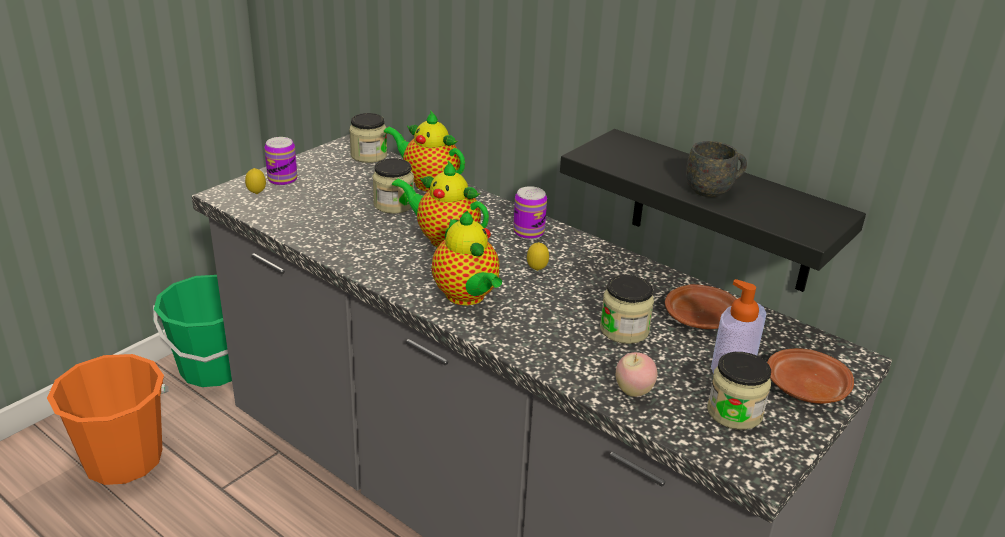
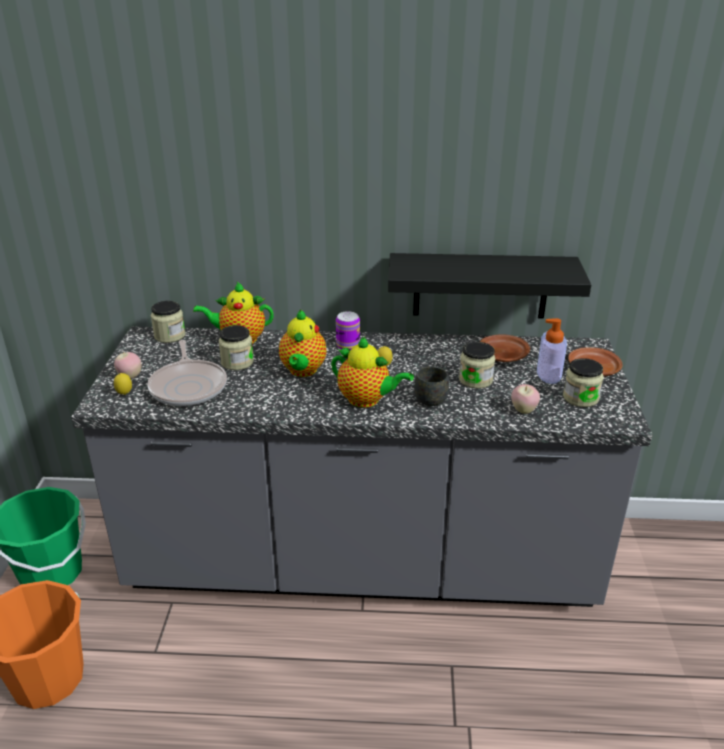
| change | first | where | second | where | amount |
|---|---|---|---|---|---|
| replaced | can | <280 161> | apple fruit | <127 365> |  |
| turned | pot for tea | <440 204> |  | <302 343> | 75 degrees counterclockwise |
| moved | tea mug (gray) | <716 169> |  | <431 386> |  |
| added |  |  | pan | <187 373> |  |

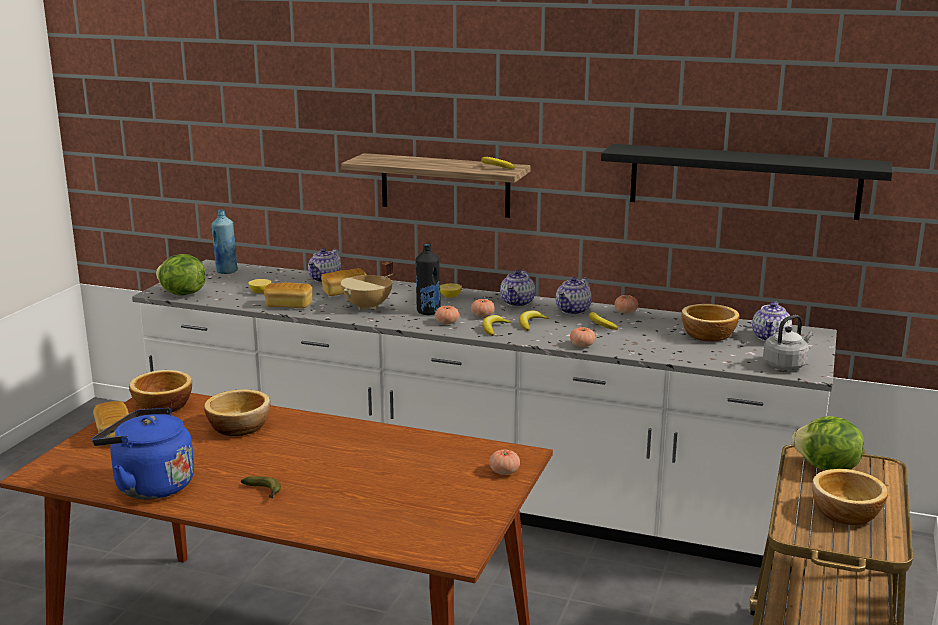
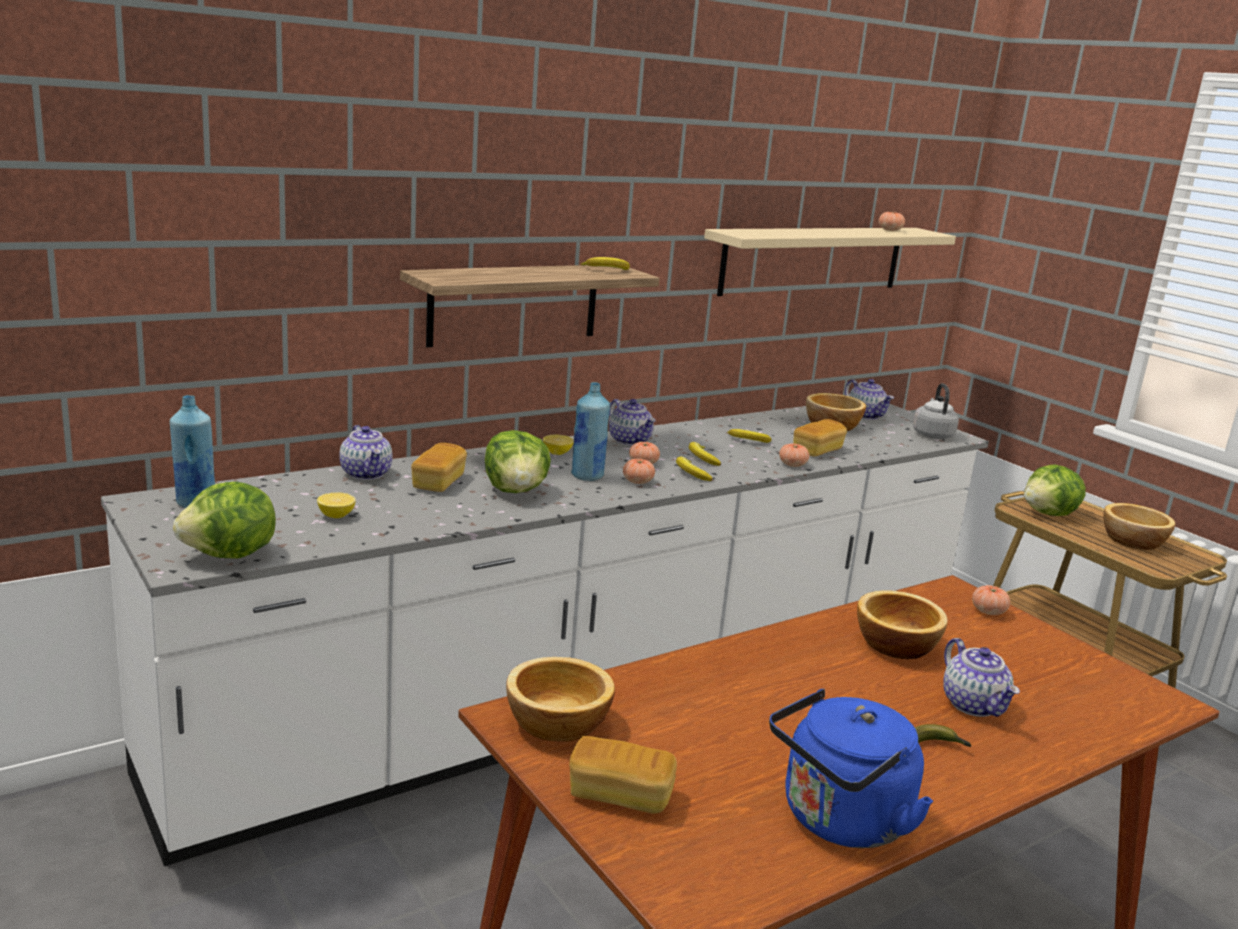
| change | first | where | second | where | amount |
|---|---|---|---|---|---|
| moved | bowl | <237 412> |  | <902 624> |  |
| moved | bakery bread | <288 295> |  | <820 438> |  |
| replaced | cooking pot (beige) | <367 285> | lettuce | <518 461> |  |
| recoloured | beverage bottle (blackish) | <428 279> | beverage bottle (blue) | <590 431> |  |
| moved | pot for tea | <574 296> |  | <981 677> |  |
| recoloured | wall shelf (blackish) | <746 182> | wall shelf (beige) | <830 262> |  |
| moved | whole tomato | <626 304> |  | <892 221> |  |

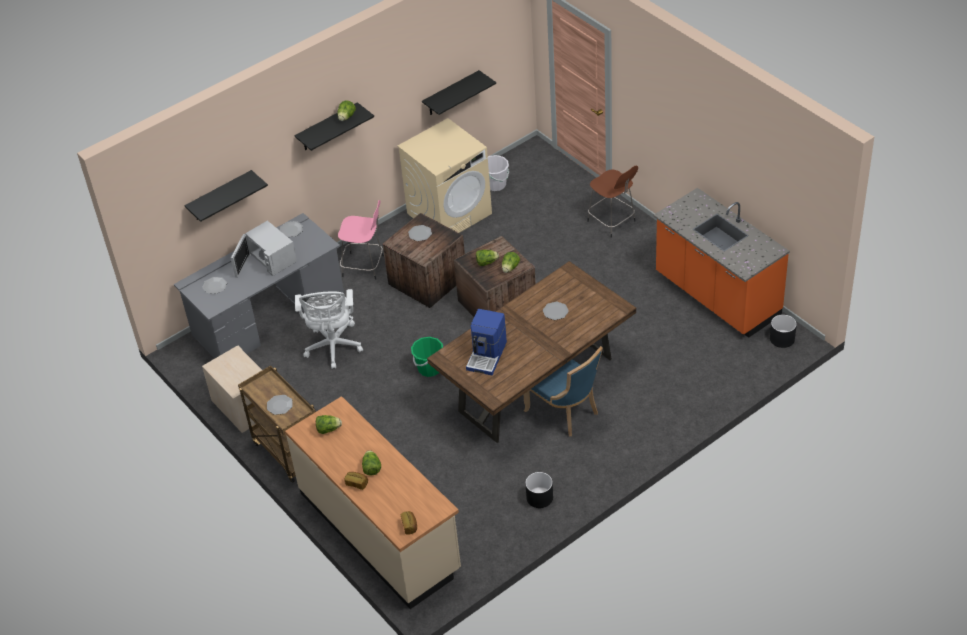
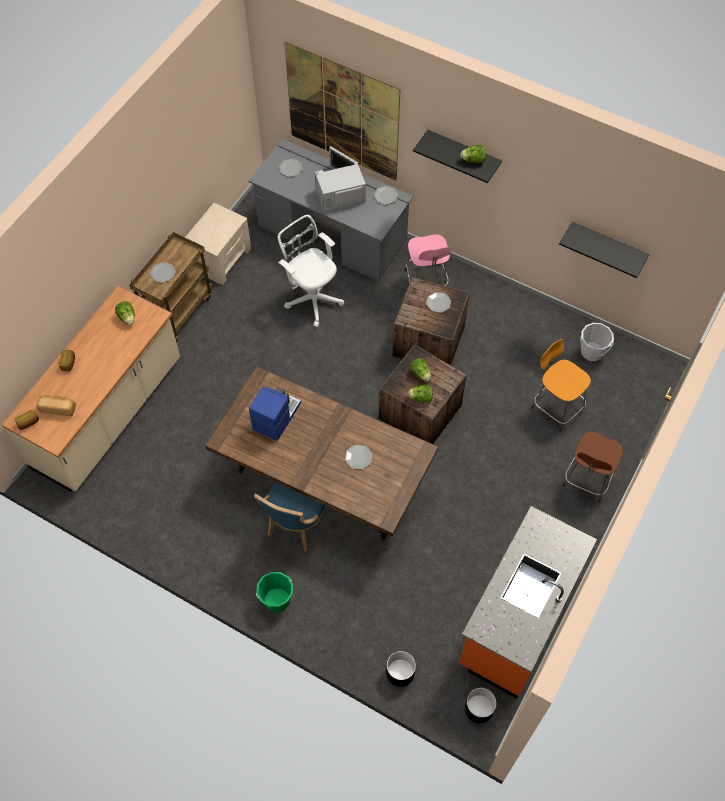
| change | first | where | second | where | amount |
|---|---|---|---|---|---|
| replaced | wall shelf (blackish) | <226 196> | picture | <342 111> |  |
| turned | microwave (white) | <264 249> |  | <340 179> | 45 degrees clockwise |
| turned | desk chair (white) | <329 329> |  | <310 271> | 75 degrees clockwise |
| removed | lettuce | <371 463> |  |  |  |
| removed | washing machine (beige) | <444 175> |  |  |  |
| moved | pail (green-coloured) | <427 357> |  | <274 592> |  |
| turned | coffee maker | <486 342> |  | <275 414> | 120 degrees clockwise |
| moved | plant pot (blackish) | <539 490> |  | <401 669> |  |
| added |  |  | bakery bread | <56 405> |  |
| added |  |  | sitting stool (orange-coloured) | <561 385> |  |

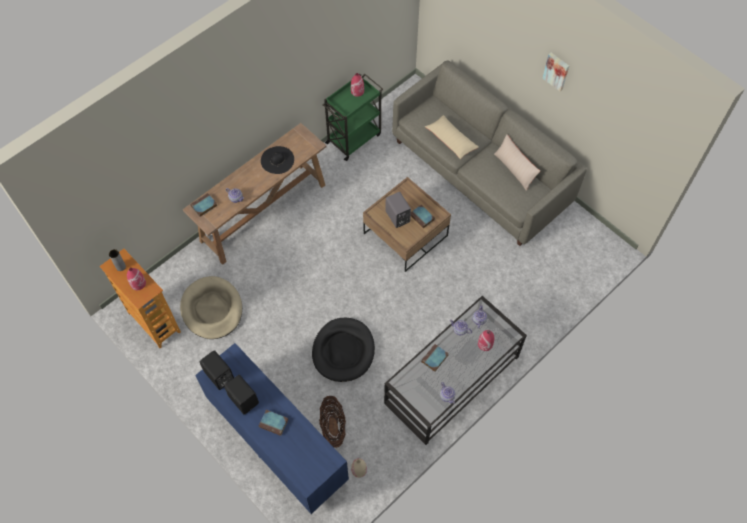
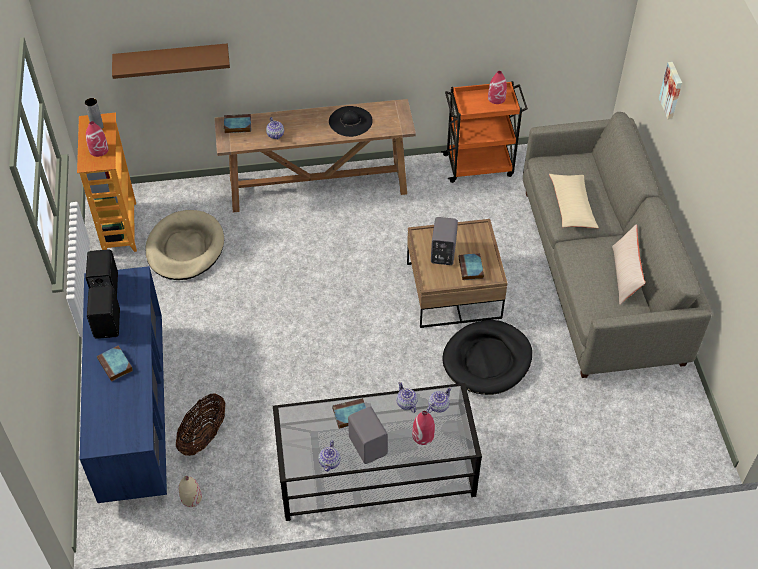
| change | first | where | second | where | amount |
|---|---|---|---|---|---|
| moved | dog cushion (blackish) | <343 350> |  | <487 357> |  |
| recoloured | trolley (green-coloured) | <352 117> | trolley (orange-coloured) | <484 132> |  |
| moved | picture | <555 72> |  | <670 91> |  |
| added |  |  | wall shelf (brown) | <171 61> |  |
| added |  |  | loudspeaker (gray) | <368 435> |  |

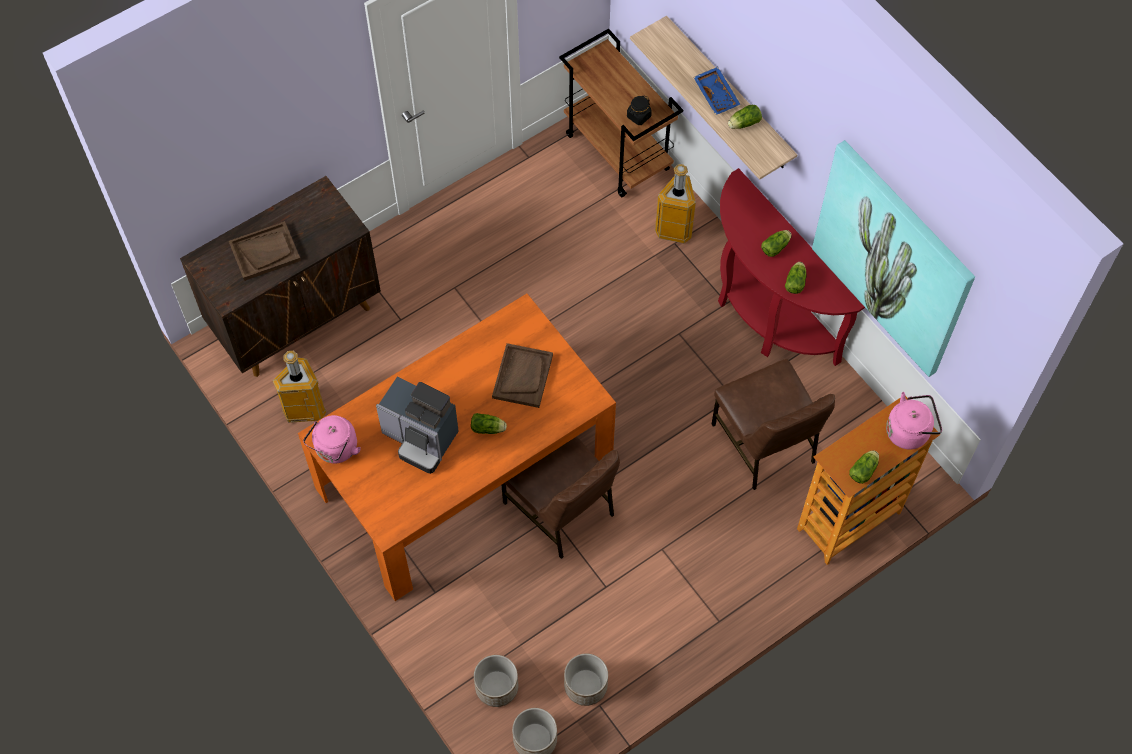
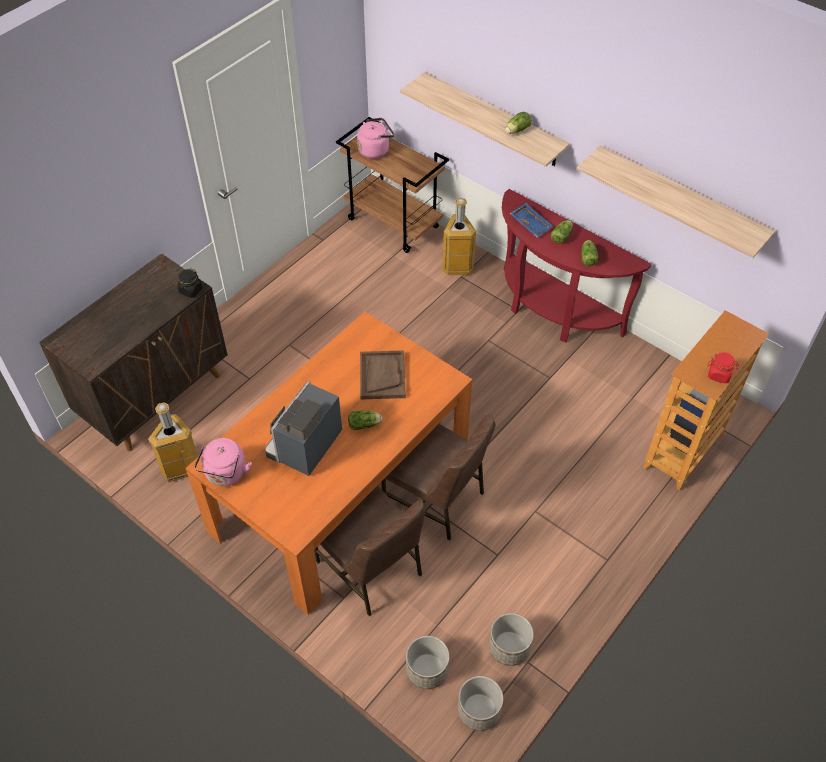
| change | first | where | second | where | amount |
|---|---|---|---|---|---|
| removed | serving tray (brown) | <265 251> |  |  |  |
| turned | coffee maker | <417 425> |  | <303 428> | 105 degrees clockwise |
| moved | jar (blackish) | <639 110> |  | <190 283> |  |
| moved | serving tray (blue) | <716 91> |  | <532 220> |  |
| moved | plain chair (brown) | <773 424> |  | <369 551> |  |
| replaced | picture | <893 258> | wall shelf | <676 201> |  |
| replaced | lettuce | <864 467> | jar (red) | <723 368> |  |
| moved | tea kettle (pink-coloured) | <914 421> |  | <375 138> |  |

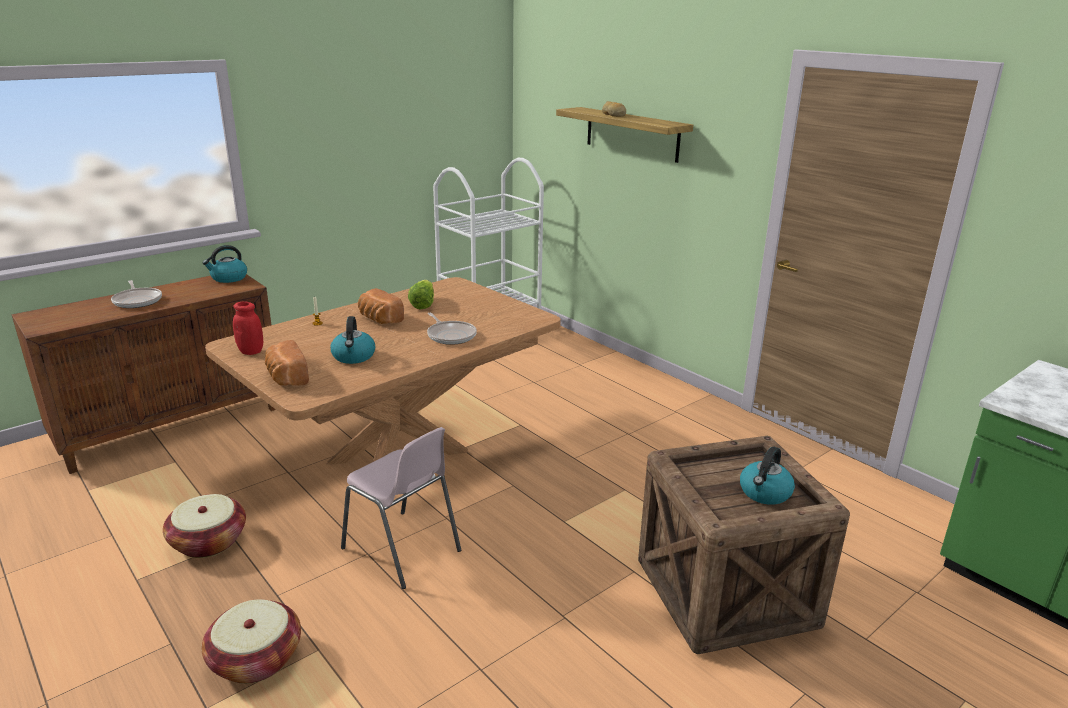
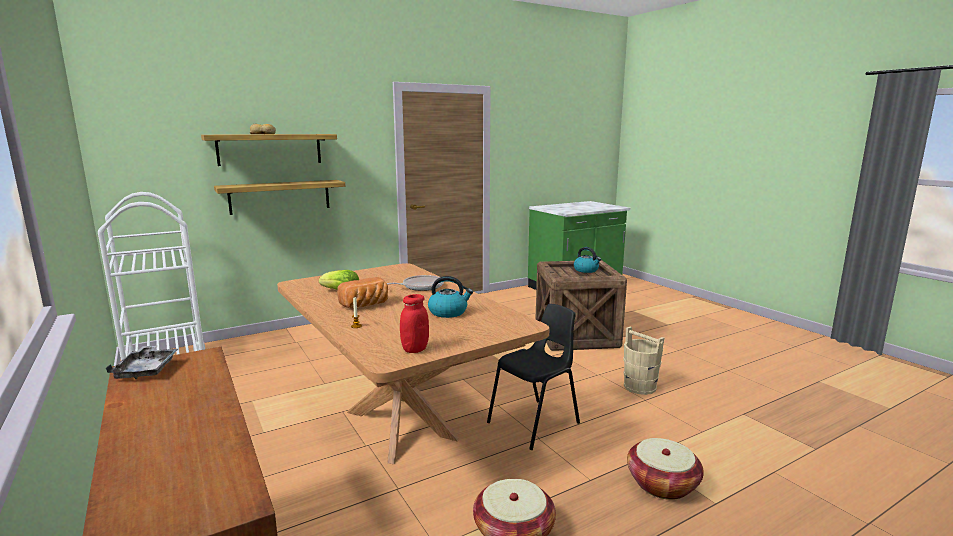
| change | first | where | second | where | amount |
|---|---|---|---|---|---|
| removed | pan | <136 294> |  |  |  |
| replaced | tea kettle | <224 264> | serving tray (gray) | <142 362> |  |
| removed | bakery bread | <287 363> |  |  |  |
| recoloured | plain chair (pink-coloured) | <401 508> | plain chair (blackish) | <533 377> |  |
| added |  |  | wall shelf | <279 197> |  |
| added |  |  | pail (beige) | <643 360> |  |

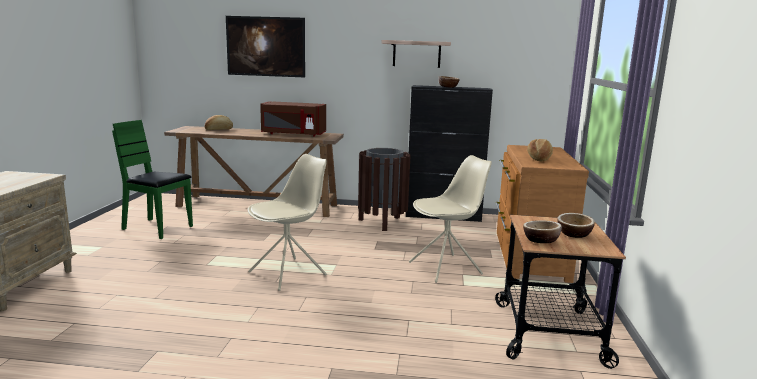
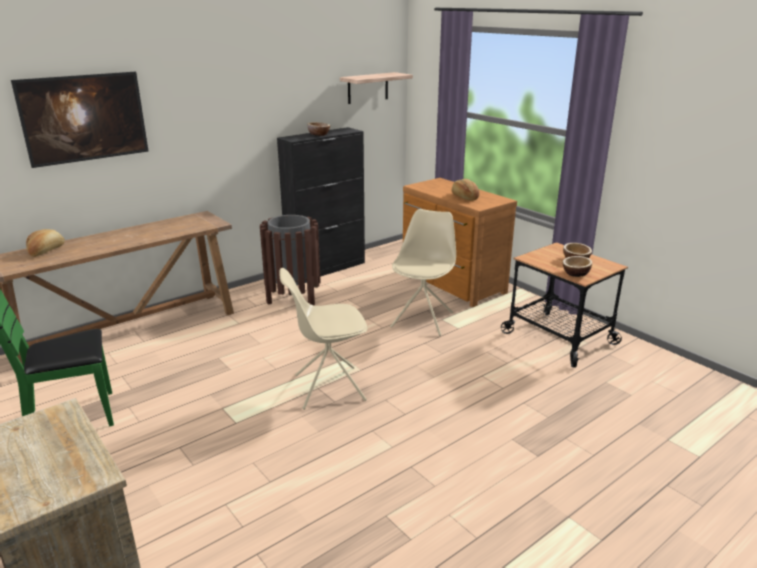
| change | first | where | second | where | amount |
|---|---|---|---|---|---|
| turned | plain chair (beige) | <287 222> |  | <323 339> | 105 degrees counterclockwise |
| removed | microwave (brown) | <293 119> |  |  |  |
| moved | wall shelf | <416 54> |  | <376 88> |  |

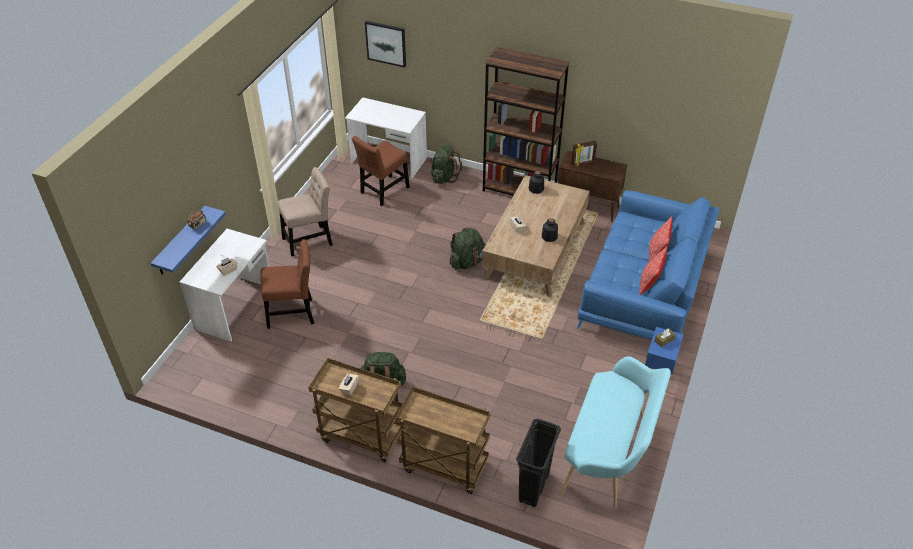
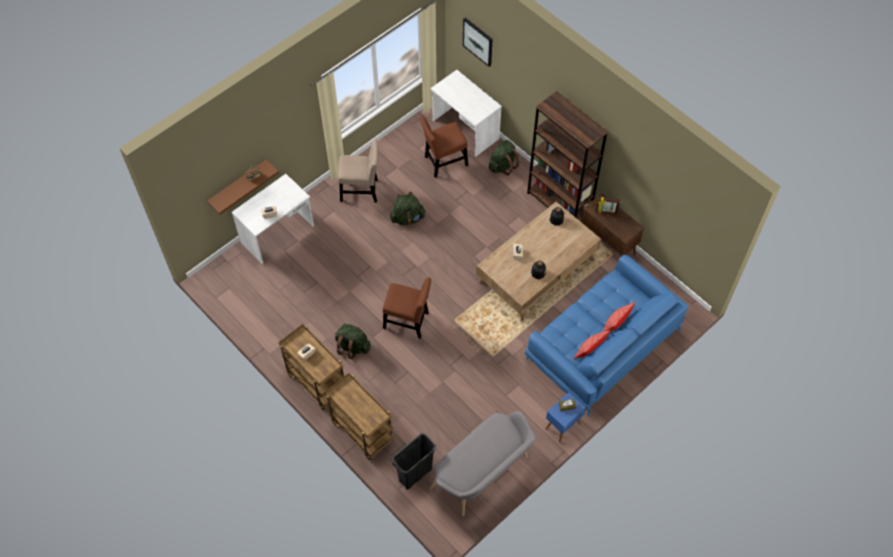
| change | first | where | second | where | amount |
|---|---|---|---|---|---|
| recoloured | wall shelf (blue) | <188 240> | wall shelf (brown) | <243 187> |  |
| moved | plain chair (brown) | <287 284> |  | <407 308> |  |
| moved | rucksack (green-coloured) | <468 248> |  | <408 208> |  |
| recoloured | bench (turquoise-coloured) | <615 433> | bench (gray) | <483 463> |  |

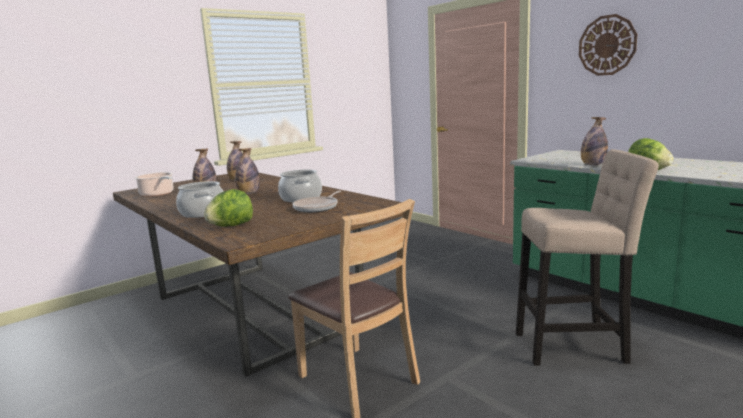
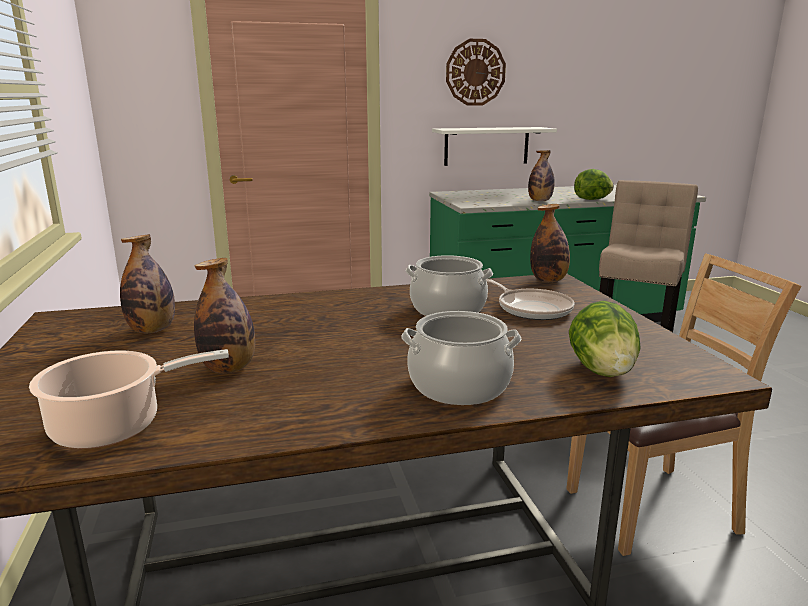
| change | first | where | second | where | amount |
|---|---|---|---|---|---|
| moved | beverage bottle | <247 171> |  | <550 243> |  |
| added |  |  | wall shelf (white) | <494 146> |  |

